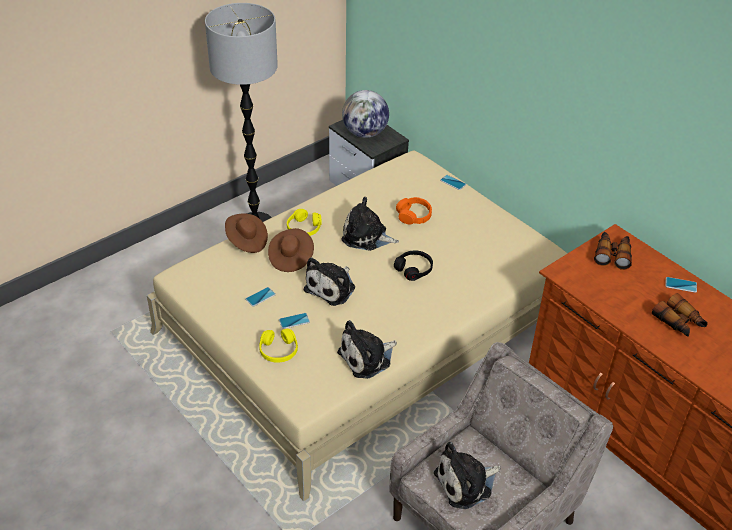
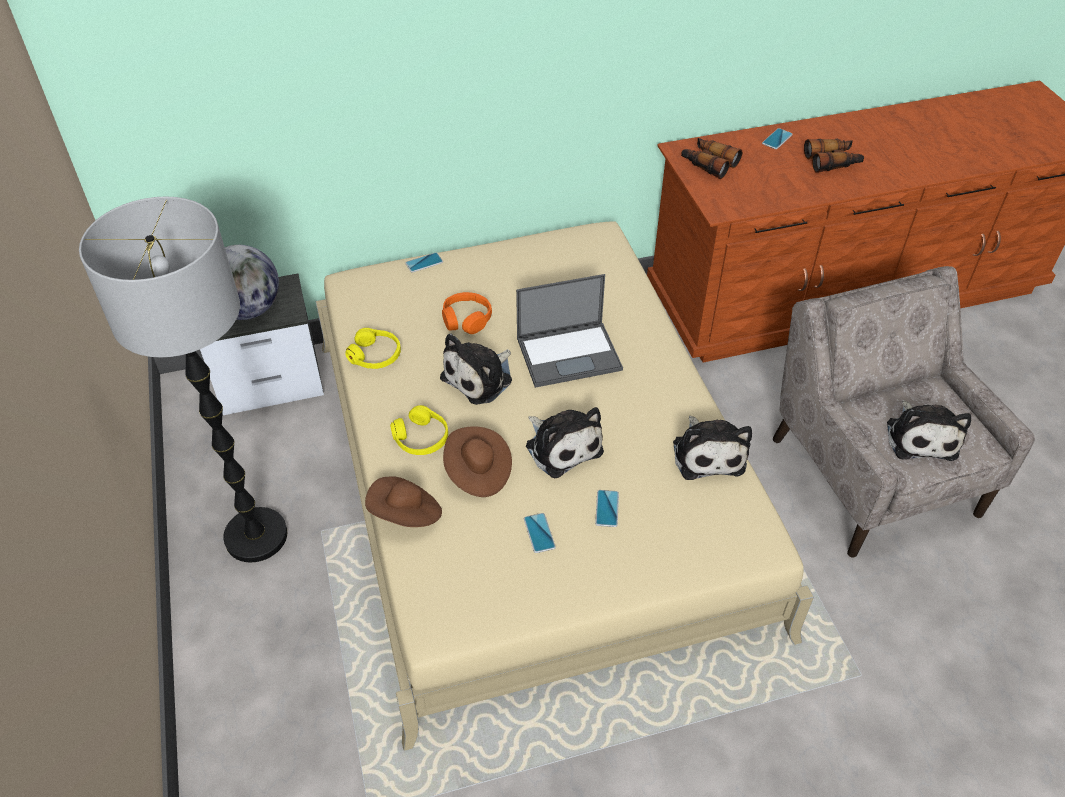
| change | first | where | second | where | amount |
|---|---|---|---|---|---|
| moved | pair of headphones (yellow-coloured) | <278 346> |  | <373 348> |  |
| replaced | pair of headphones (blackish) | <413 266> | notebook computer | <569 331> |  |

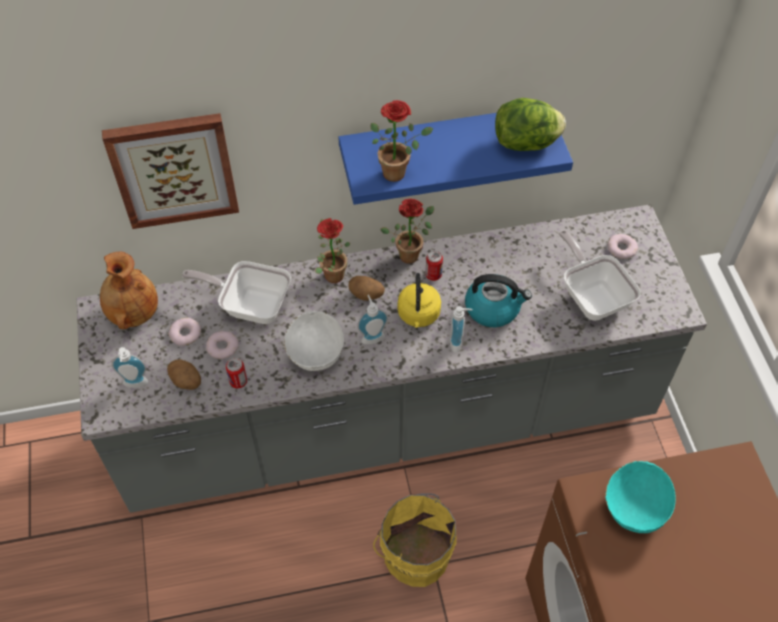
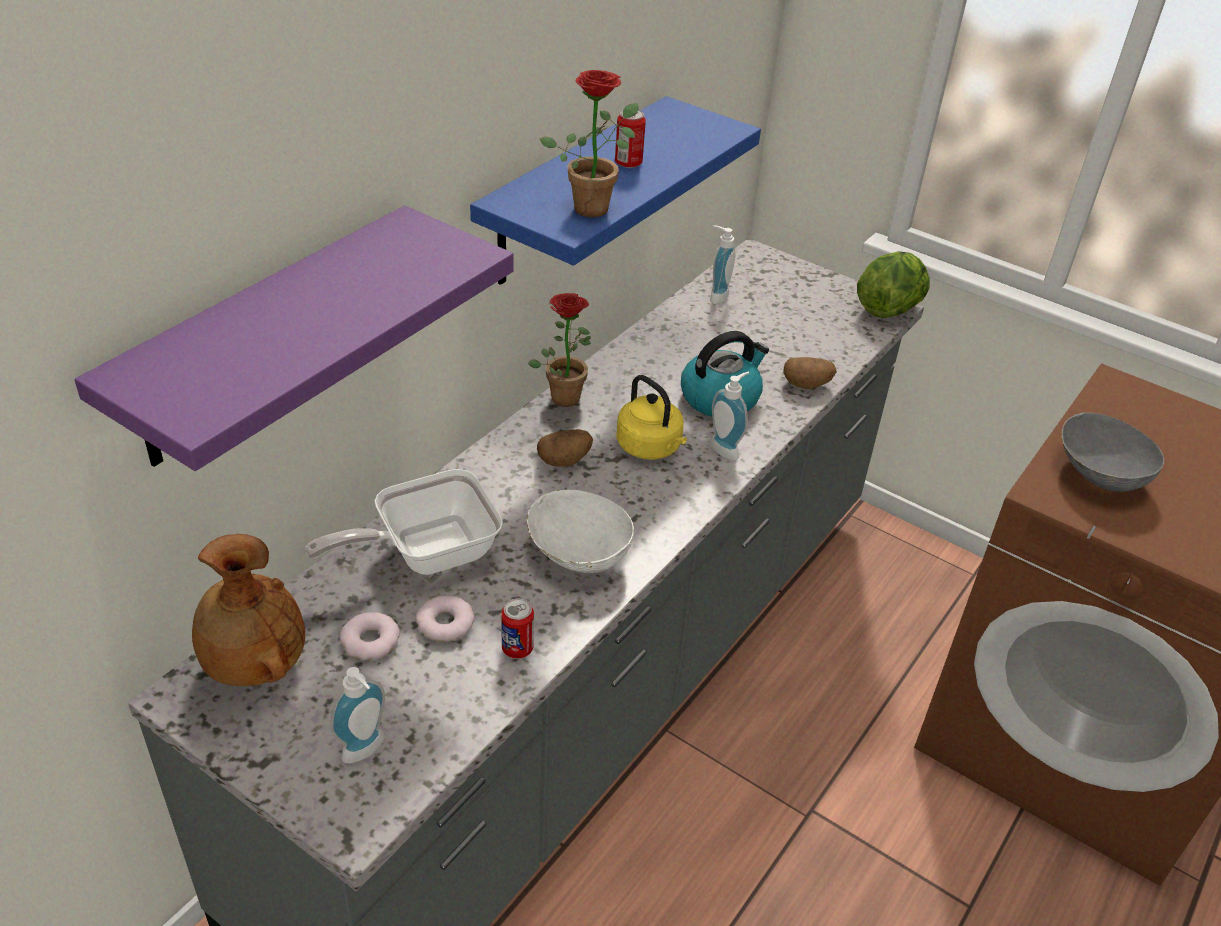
| change | first | where | second | where | amount |
|---|---|---|---|---|---|
| replaced | picture | <170 171> | wall shelf (purple) | <294 338> |  |
| moved | whole potato | <184 374> |  | <810 373> |  |
| removed | houseplant | <332 250> |  |  |  |
| moved | soap dispenser | <372 319> |  | <723 264> |  |
| removed | pail (yellow-coloured) | <414 540> |  |  |  |
| moved | can | <434 266> |  | <630 139> |  |
| moved | lettuce | <530 124> |  | <893 284> |  |
| removed | pan | <600 275> |  |  |  |
| recoloured | bowl (turquoise-coloured) | <640 497> | bowl (gray) | <1112 452> |  |
| removed | doughnut | <622 246> |  |  |  |

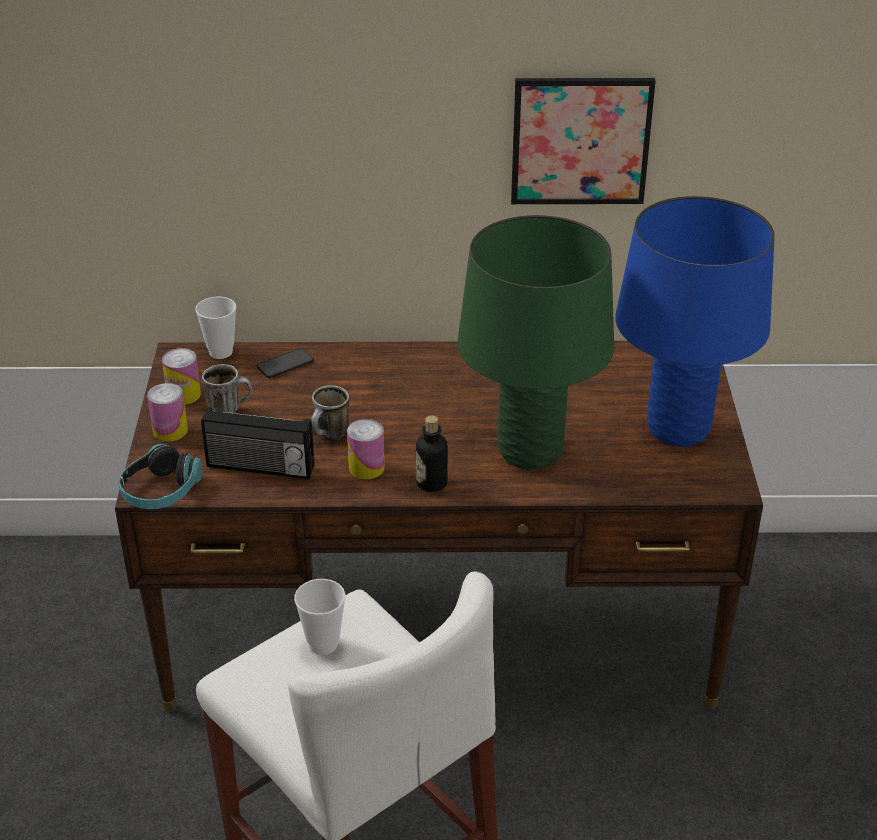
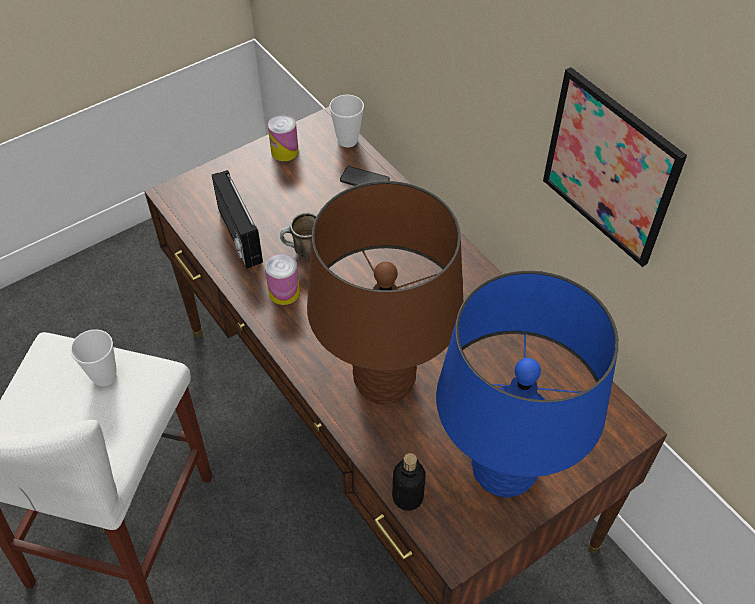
| change | first | where | second | where | amount |
|---|---|---|---|---|---|
| removed | pair of headphones | <161 476> |  |  |  |
| removed | can | <167 412> |  |  |  |
| removed | tea mug | <227 388> |  |  |  |
| moved | beverage bottle | <432 453> |  | <409 482> |  |
| recoloured | tabletop lamp (green-coloured) | <535 343> | tabletop lamp (brown) | <385 292> |  |

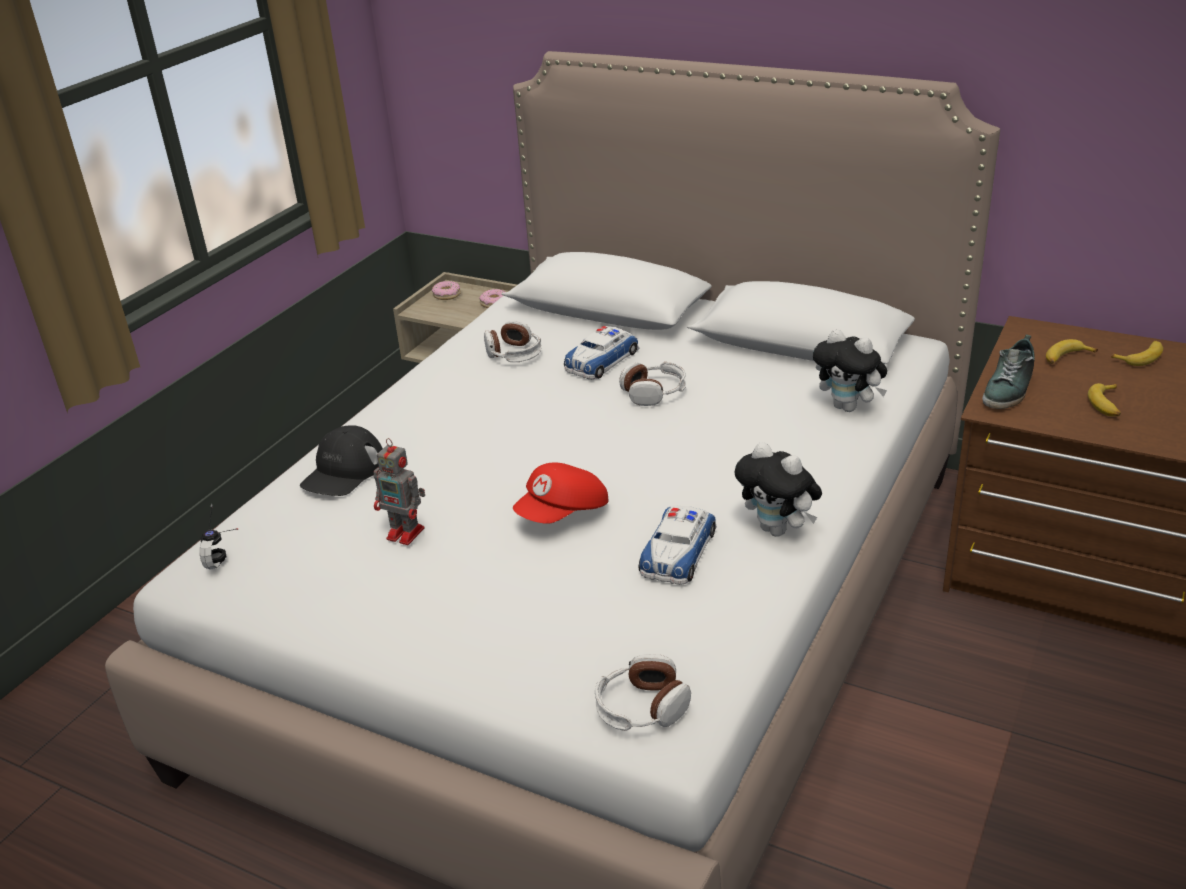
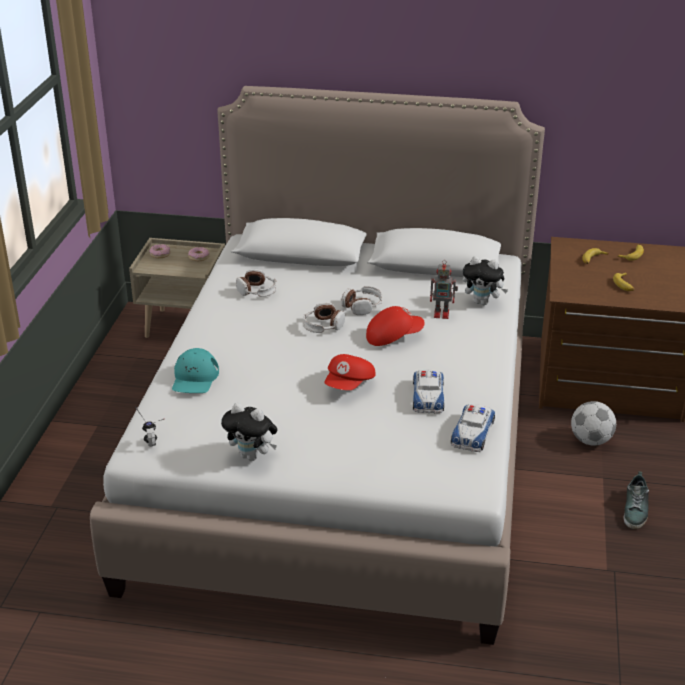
| change | first | where | second | where | amount |
|---|---|---|---|---|---|
| recoloured | baseball cap (blackish) | <341 460> | baseball cap (turquoise-coloured) | <195 370> |  |
| moved | robot figure | <399 491> |  | <444 289> |  |
| moved | miniature car | <601 352> |  | <473 428> |  |
| moved | pair of headphones | <643 692> |  | <324 317> |  |
| moved | cuddly toy | <778 489> |  | <249 432> |  |
| moved | item of footwear | <1008 371> |  | <636 500> |  |
| added |  |  | baseball cap (red) | <395 326> |  |
| added |  |  | ball for football | <593 423> |  |

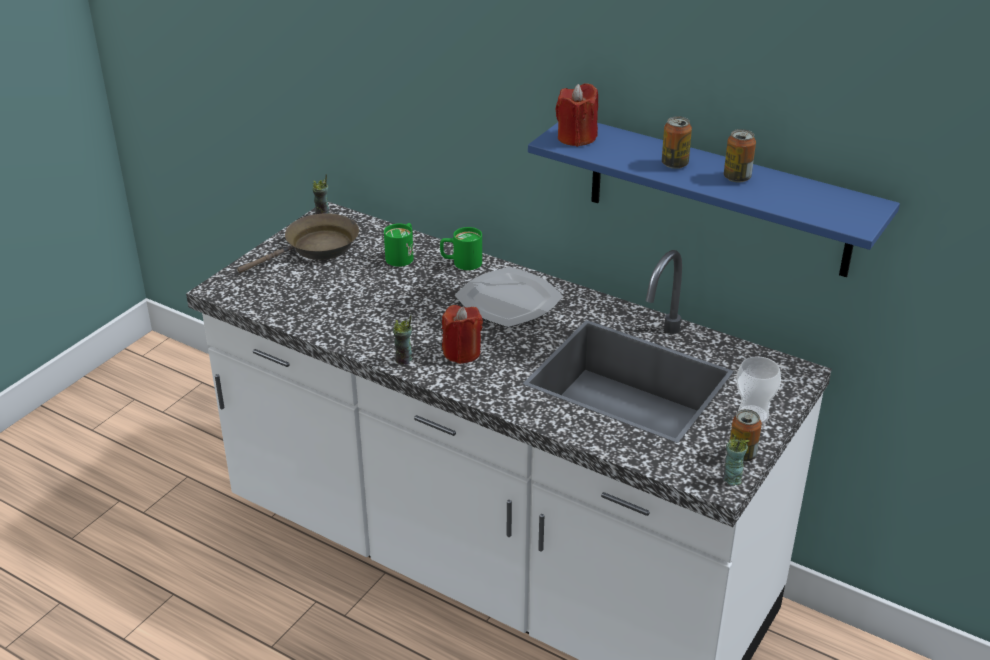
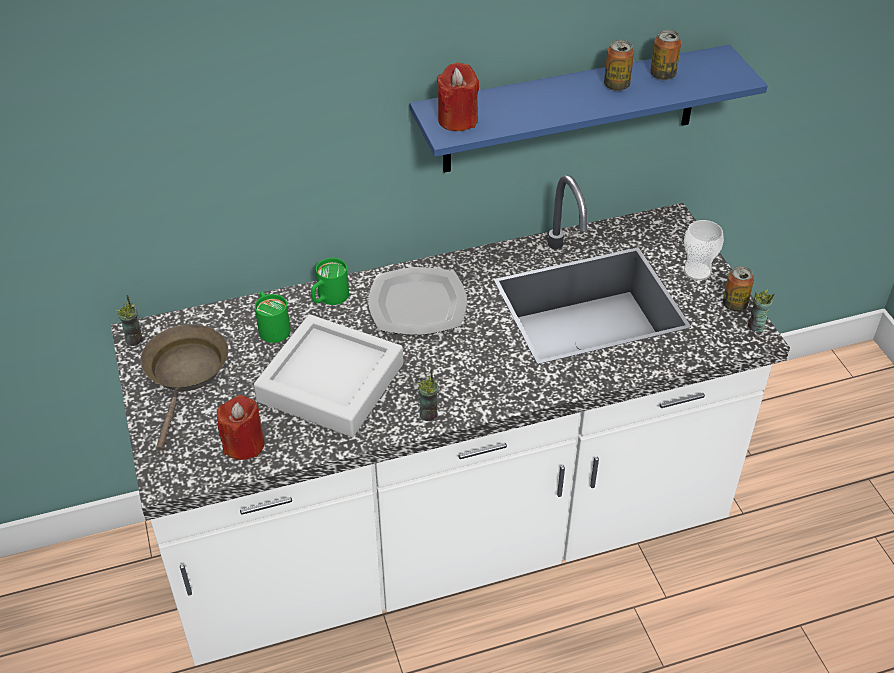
| change | first | where | second | where | amount |
|---|---|---|---|---|---|
| moved | wax candle (red) | <462 334> |  | <241 427> |  |
| moved | can | <677 142> |  | <665 55> |  |
| added |  |  | serving tray (gray) | <328 375> |  |

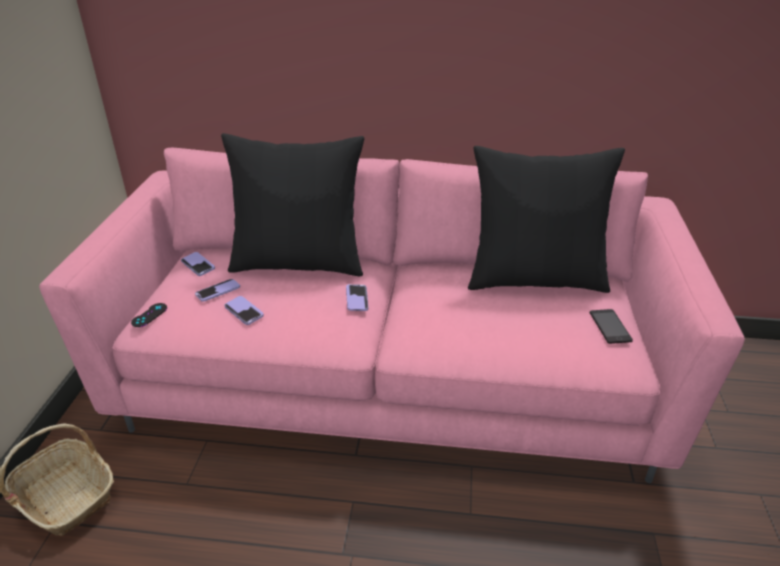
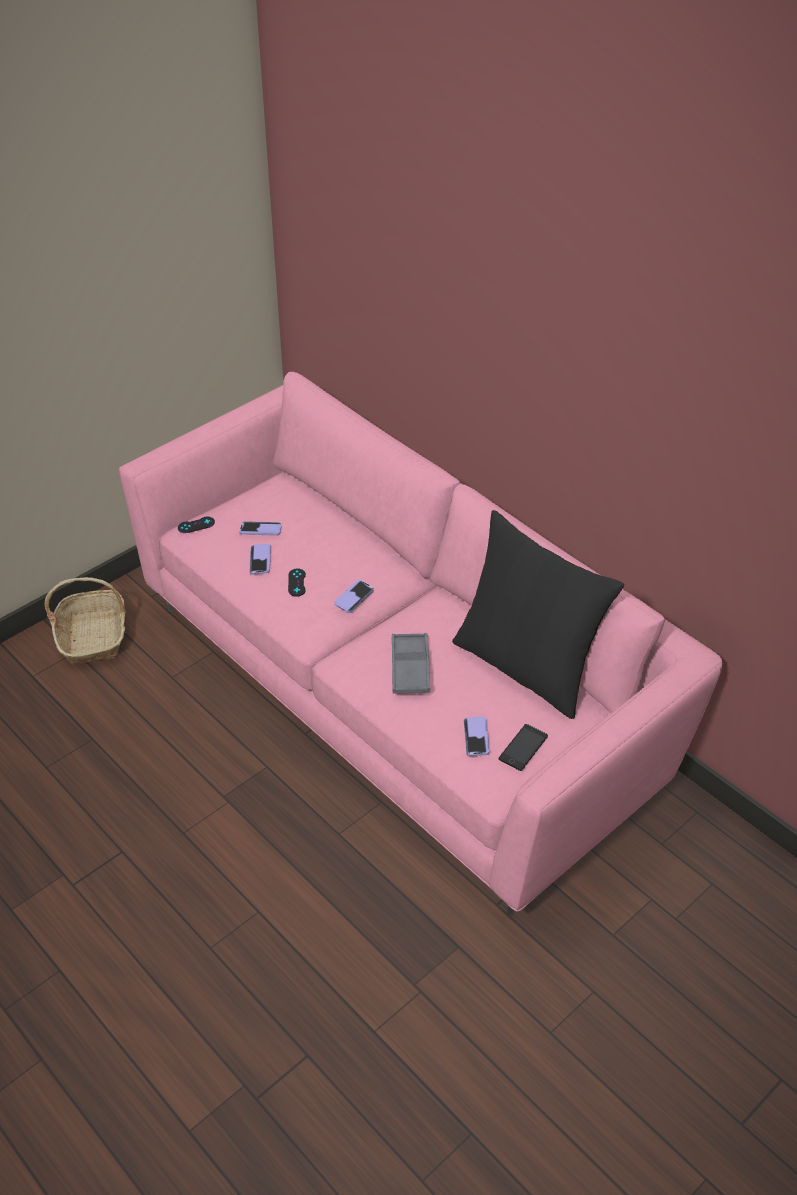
| change | first | where | second | where | amount |
|---|---|---|---|---|---|
| moved | phone | <198 264> |  | <477 736> |  |
| removed | pillow (blackish) | <292 204> |  |  |  |
| added |  |  | game controller (blackish) | <297 583> |  |
| added |  |  | serving tray (gray) | <411 663> |  |

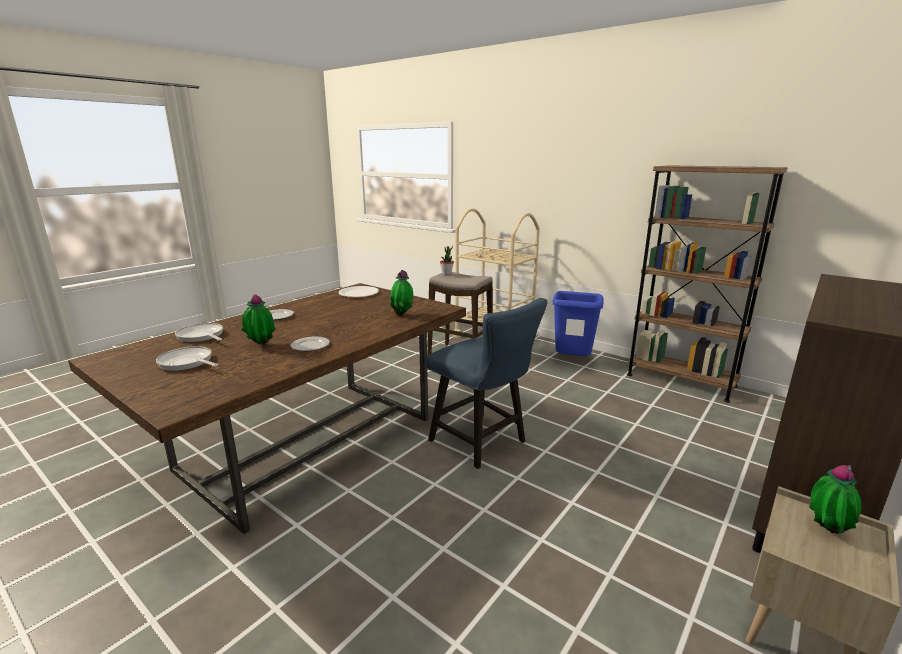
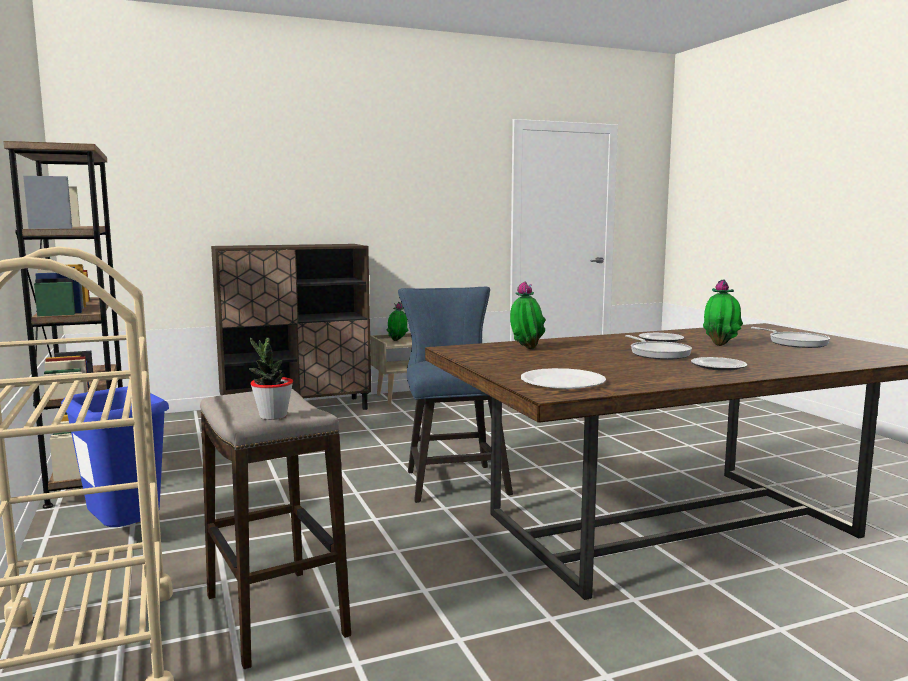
| change | first | where | second | where | amount |
|---|---|---|---|---|---|
| moved | pan | <199 332> |  | <658 347> |  |

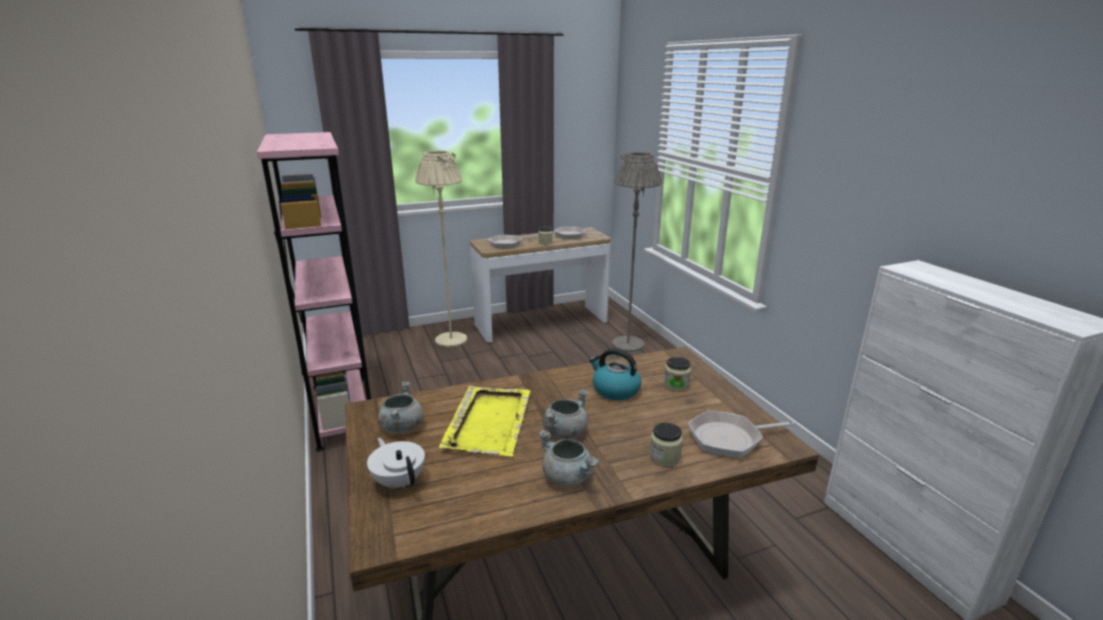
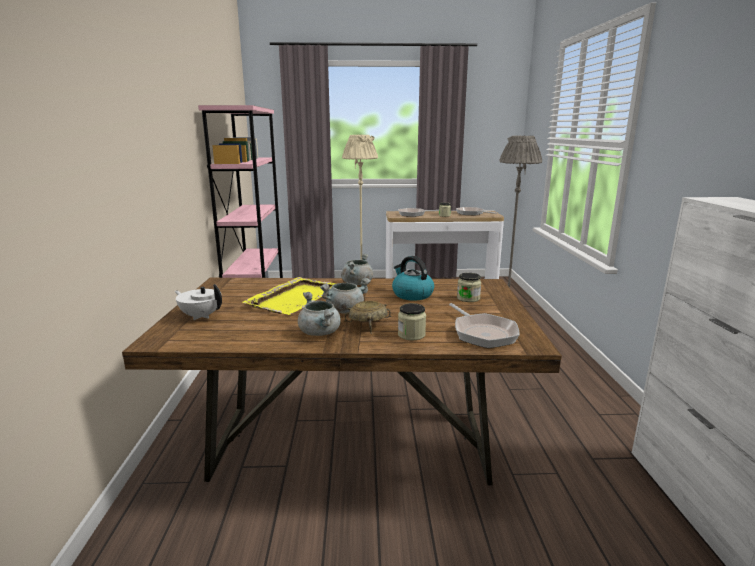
| change | first | where | second | where | amount |
|---|---|---|---|---|---|
| turned | pot for tea (white) | <396 463> |  | <198 302> | 45 degrees counterclockwise |
| moved | cooking pot (gray) | <400 407> |  | <357 269> |  |
| turned | pan | <741 434> |  | <484 325> | 120 degrees counterclockwise |
| added |  |  | bowl (beige) | <368 317> |  |

